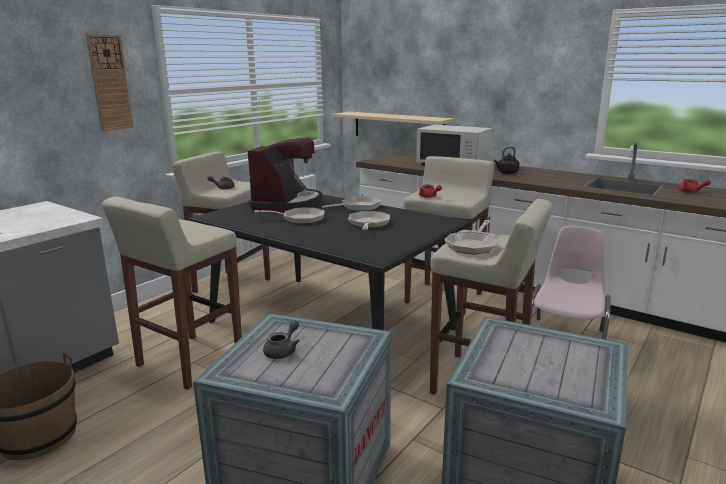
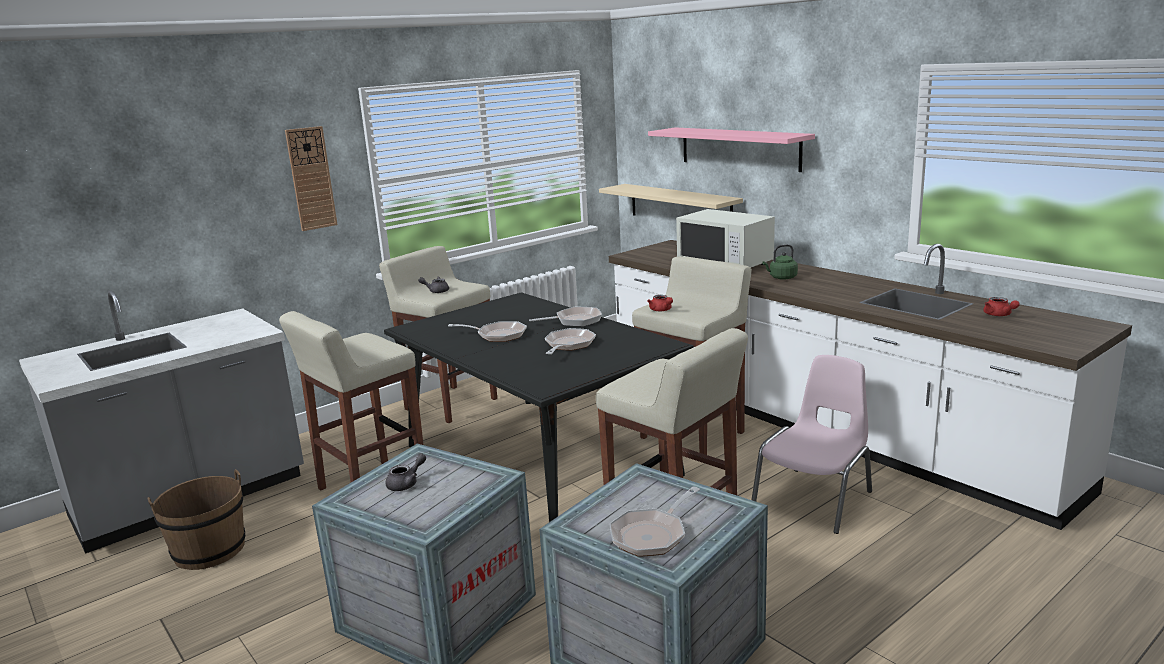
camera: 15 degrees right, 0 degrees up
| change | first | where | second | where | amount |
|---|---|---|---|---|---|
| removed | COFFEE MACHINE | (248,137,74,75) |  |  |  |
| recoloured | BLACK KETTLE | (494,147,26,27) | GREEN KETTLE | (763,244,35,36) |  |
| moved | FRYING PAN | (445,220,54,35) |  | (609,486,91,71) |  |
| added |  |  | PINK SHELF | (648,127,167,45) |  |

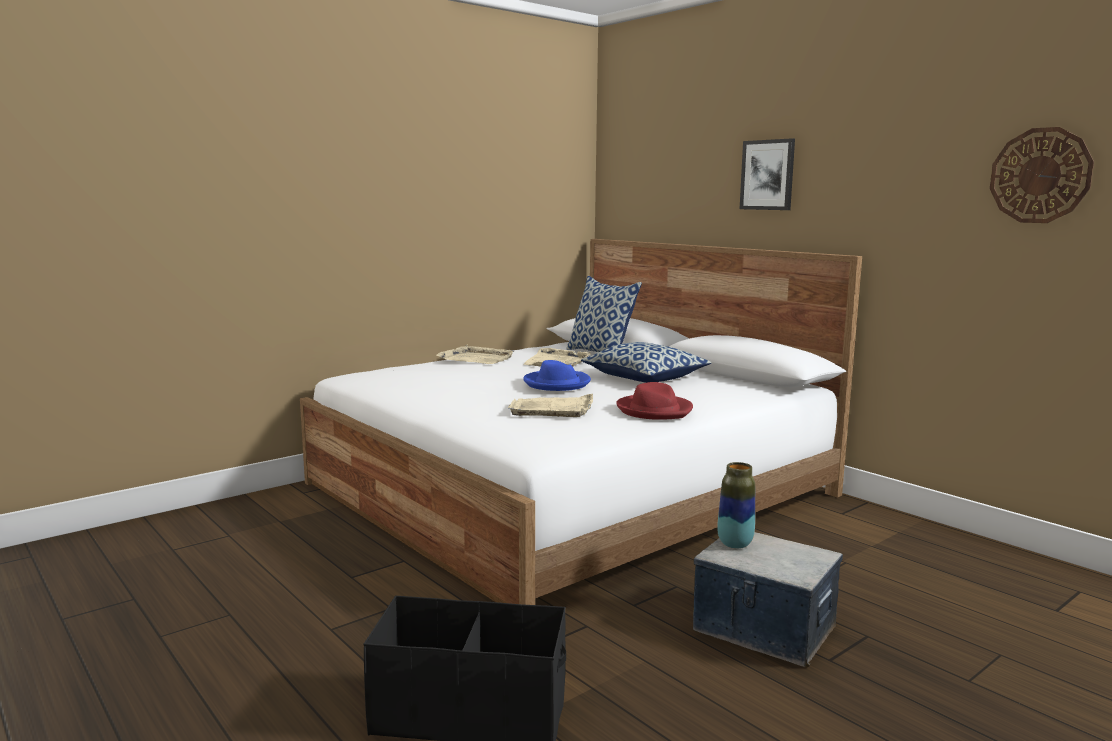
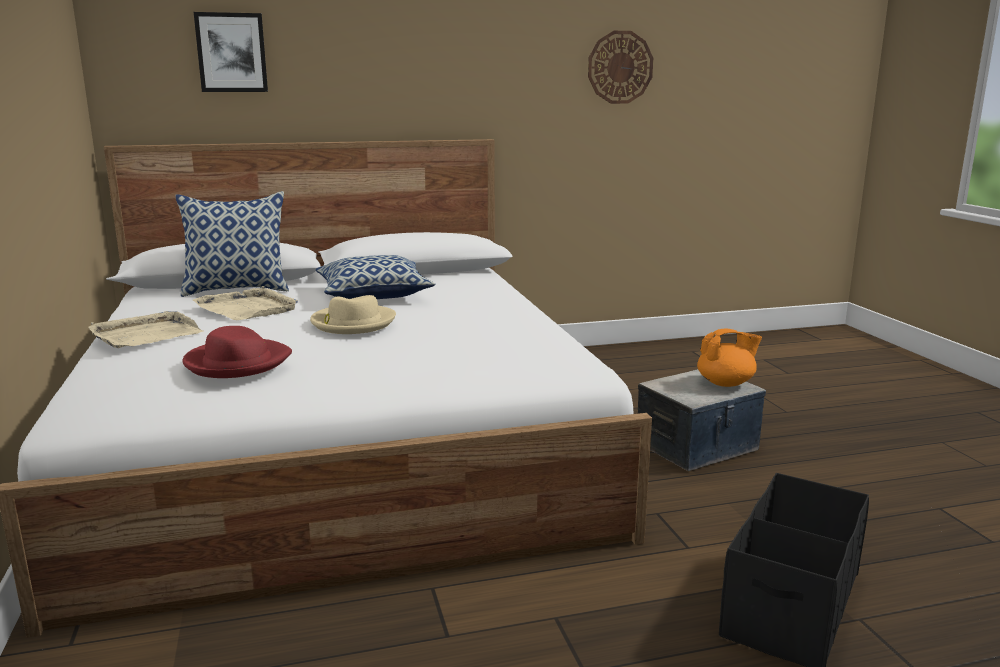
camera: 65 degrees left, 5 degrees up
| change | first | where | second | where | amount |
|---|---|---|---|---|---|
| moved | PICTURE | (740,138,55,72) |  | (194,12,74,80) |  |
| recoloured | BLUE HAT | (523,360,68,31) | BEIGE HAT | (310,295,86,39) |  |
| moved | RED HAT | (616,382,77,38) |  | (183,326,109,52) |  |
| removed | BEIGE TRAY | (508,393,85,24) |  |  |  |
| removed | VASE | (717,462,38,87) |  |  |  |
| added |  |  | ORANGE TEAPOT | (697,328,65,59) |  |

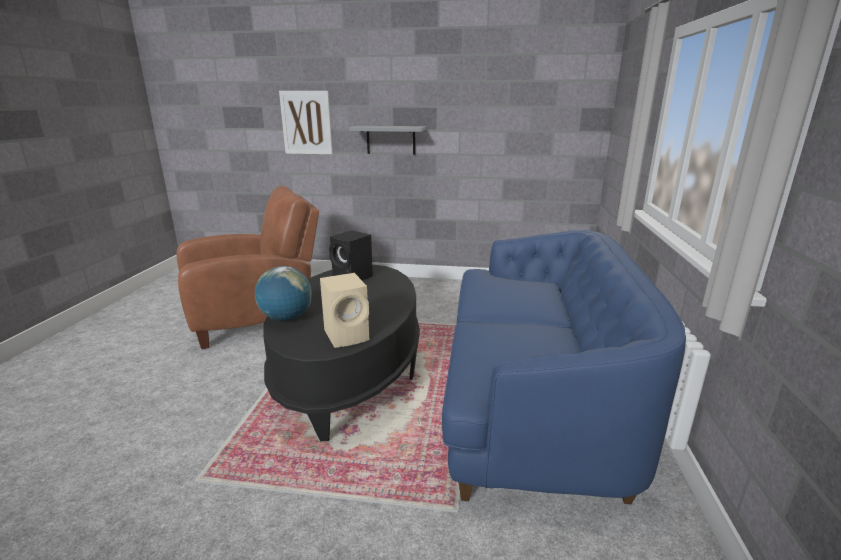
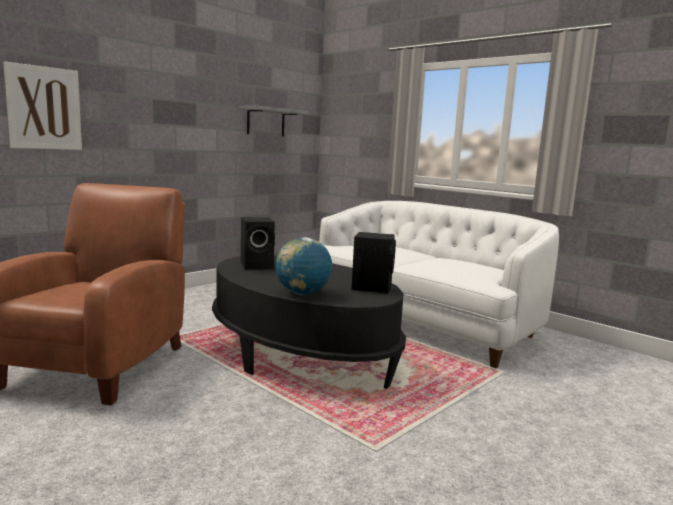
camera: 55 degrees left, 10 degrees down
| change | first | where | second | where | amount |
|---|---|---|---|---|---|
| moved | GREY SHELF | (349,126,76,29) |  | (239,106,69,30) |  |
| recoloured | BLUE SOFA | (442,230,244,274) | WHITE SOFA | (319,201,240,167) |  |
| recoloured | BEIGE SPEAKER | (320,273,49,75) | BLACK SPEAKER | (351,232,45,61) |  |

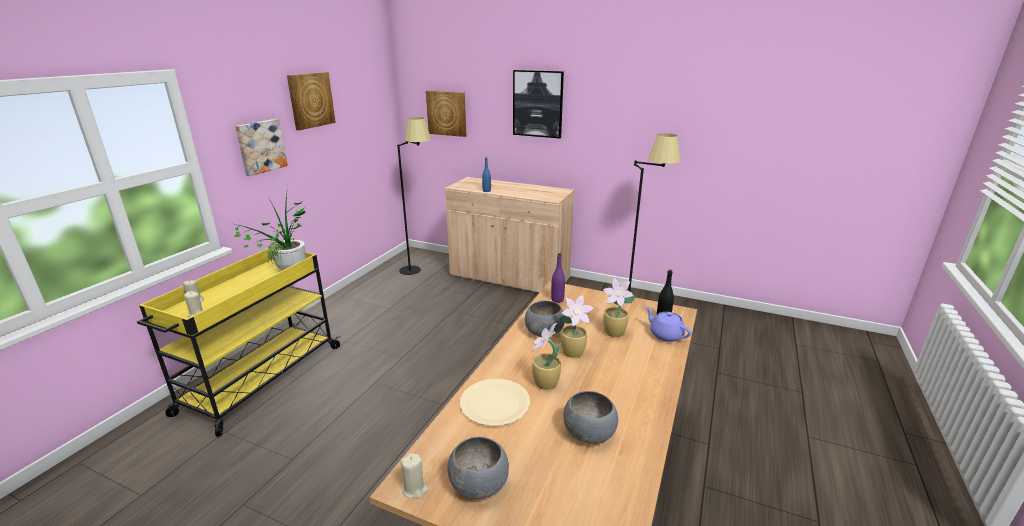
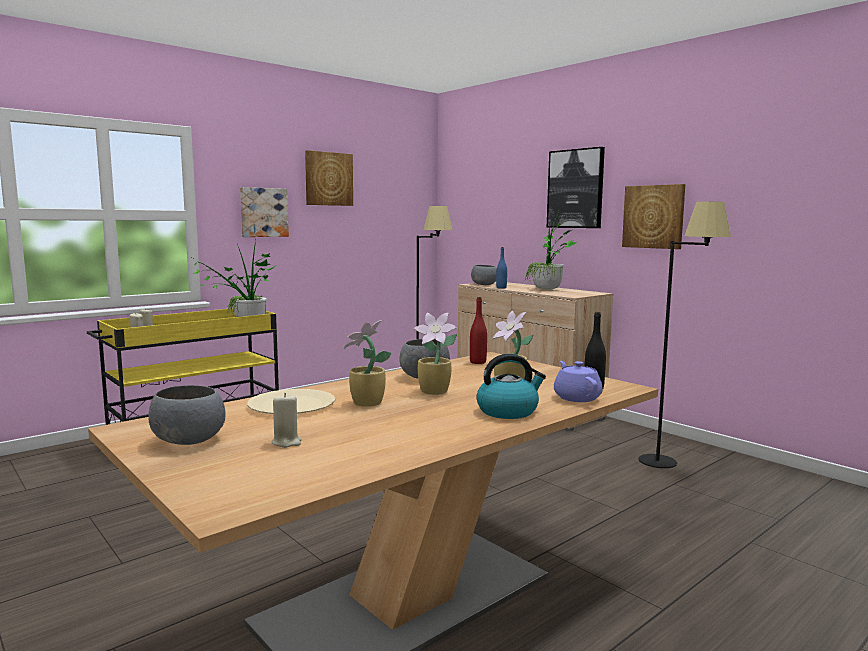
camera: 25 degrees right, 15 degrees down
| change | first | where | second | where | amount |
|---|---|---|---|---|---|
| moved | PICTURE | (426,91,40,46) |  | (622,184,63,65) |  |
| recoloured | PURPLE BOTTLE | (551,253,14,50) | RED BOTTLE | (470,297,17,67) |  |
| moved | GREY BOWL | (563,391,55,53) |  | (471,265,26,20) |  |
| moved | BEIGE CANDLE | (401,453,28,45) |  | (272,393,29,55) |  |
| added |  |  | POTTED PLANT | (524,211,52,79) |  |
| added |  |  | KETTLE | (476,354,70,65) |  |

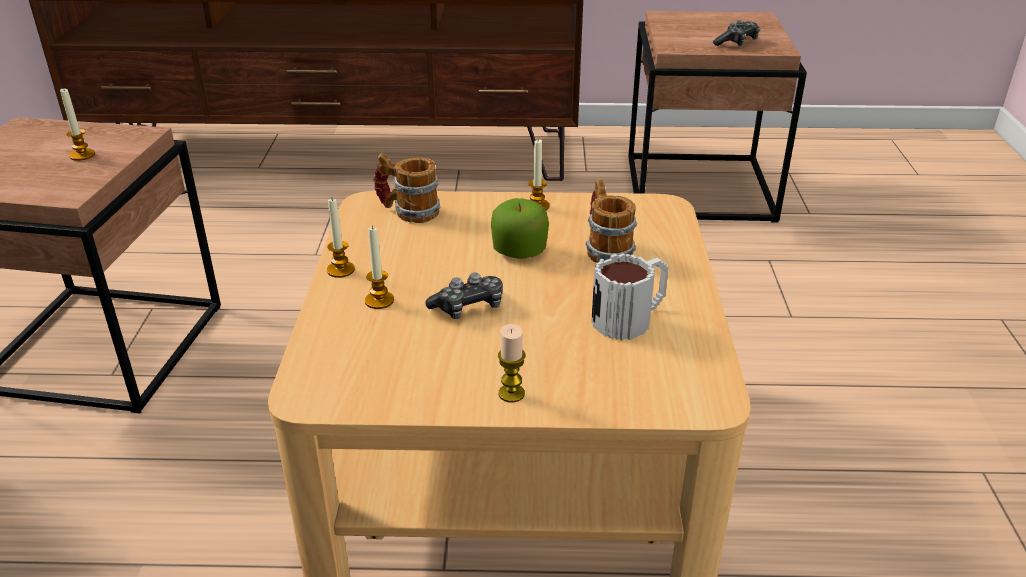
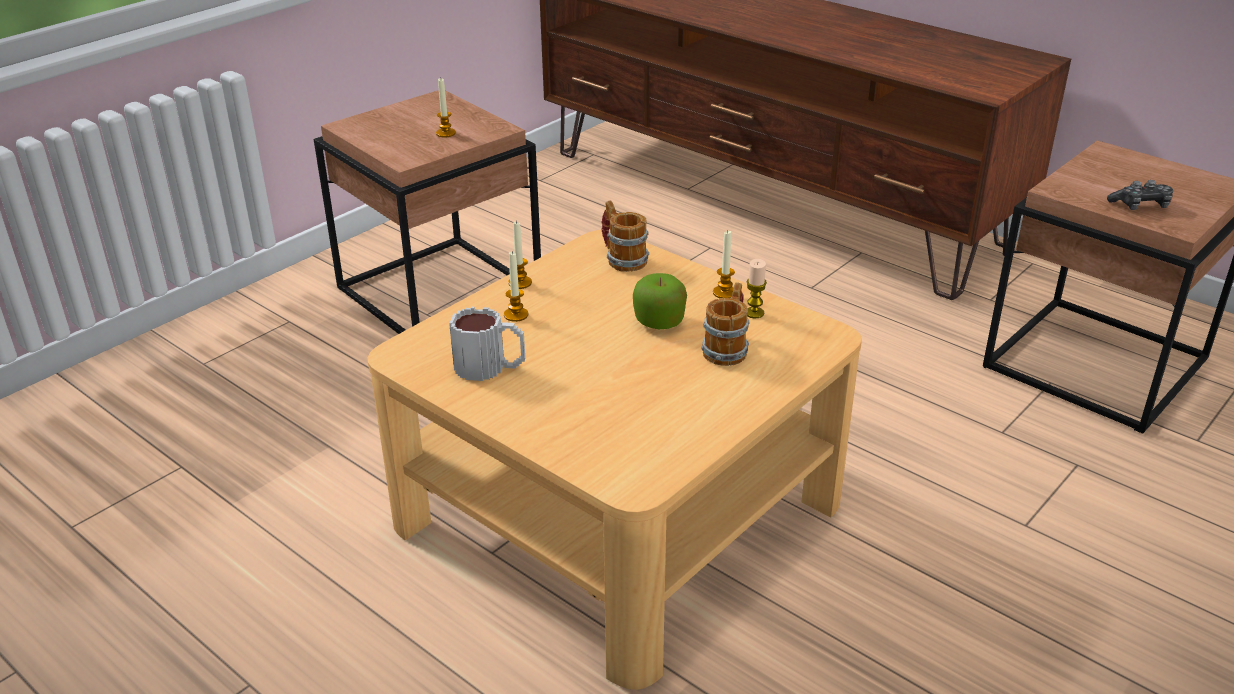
camera: 40 degrees right, 0 degrees up
| change | first | where | second | where | amount |
|---|---|---|---|---|---|
| moved | MUG | (591,253,78,87) |  | (449,307,76,74) |  |
| removed | GAME CONTROLLER | (426,273,77,46) |  |  |  |
| moved | CANDLE | (498,324,27,79) |  | (746,259,21,59) |  |

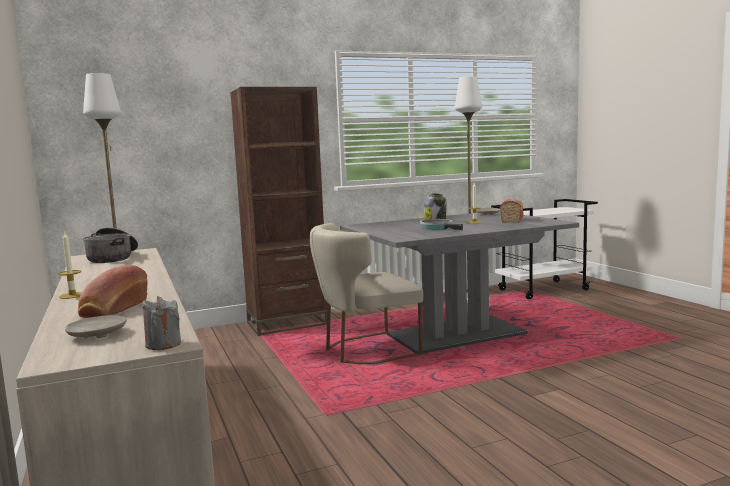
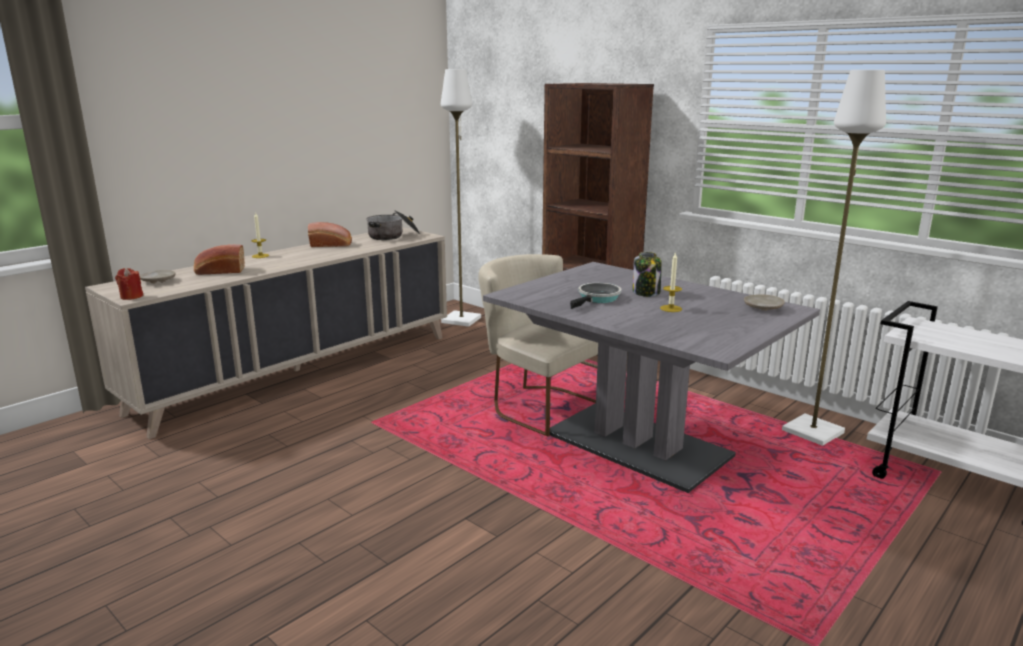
camera: 65 degrees right, 10 degrees up
| change | first | where | second | where | amount |
|---|---|---|---|---|---|
| moved | BREAD | (500,199,23,24) |  | (308,222,44,25) |  |
| recoloured | GREY CANDLE | (142,296,39,54) | RED CANDLE | (115,268,28,32) |  |

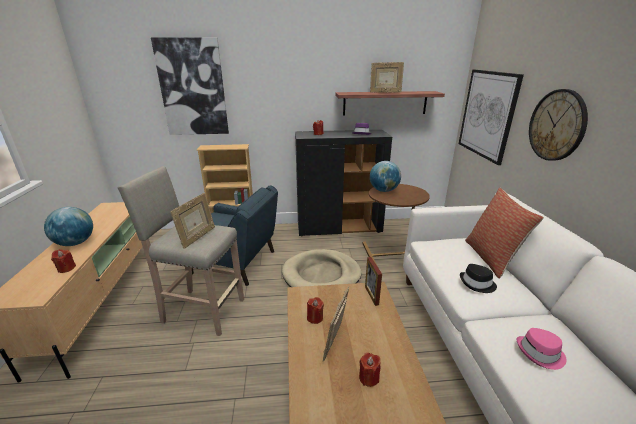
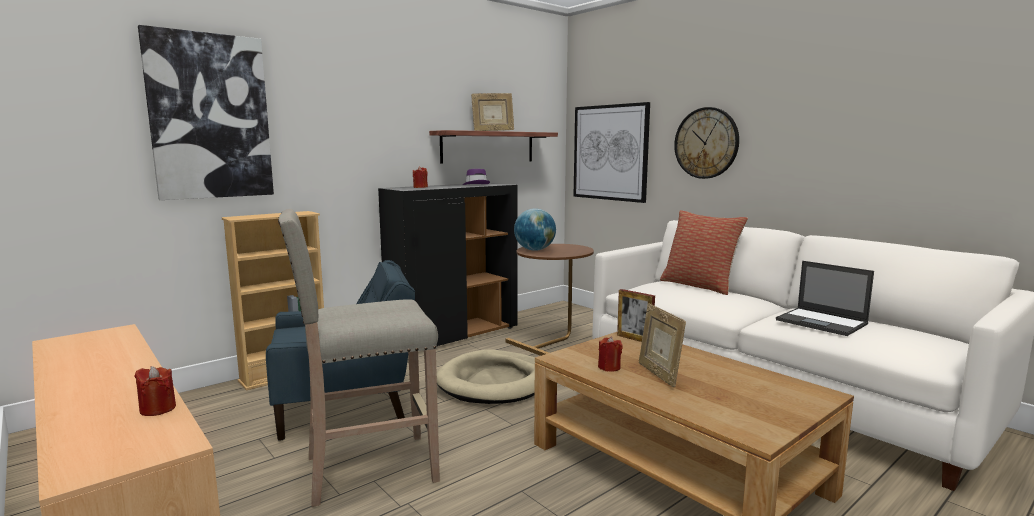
camera: 35 degrees left, 15 degrees down
| change | first | where | second | where | amount |
|---|---|---|---|---|---|
| removed | PICTURE FRAME | (170,193,45,56) |  |  |  |
| removed | GLOBE | (44,207,49,39) |  |  |  |
| removed | BLACK HAT | (460,264,37,29) |  |  |  |
| replaced | PINK HAT | (517,328,50,42) | LAPTOP | (776,261,98,75) |  |
| removed | RED CANDLE | (359,353,22,34) |  |  |  |

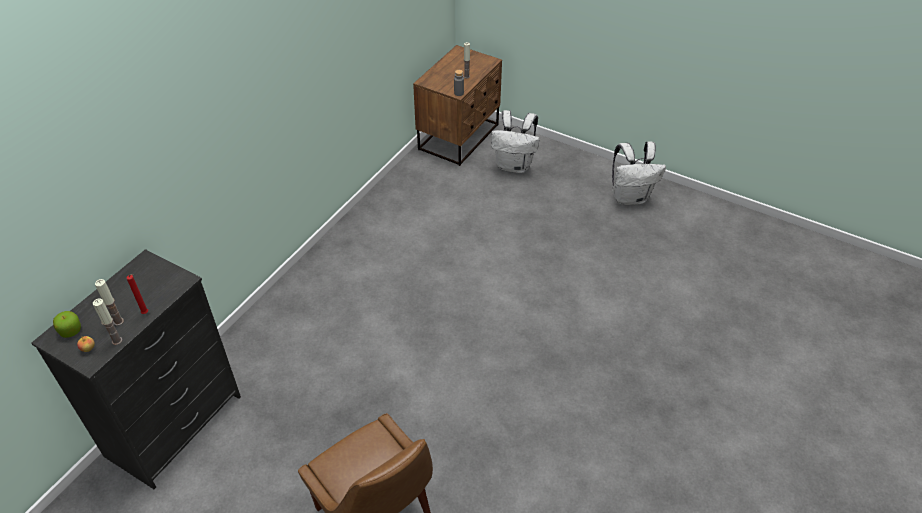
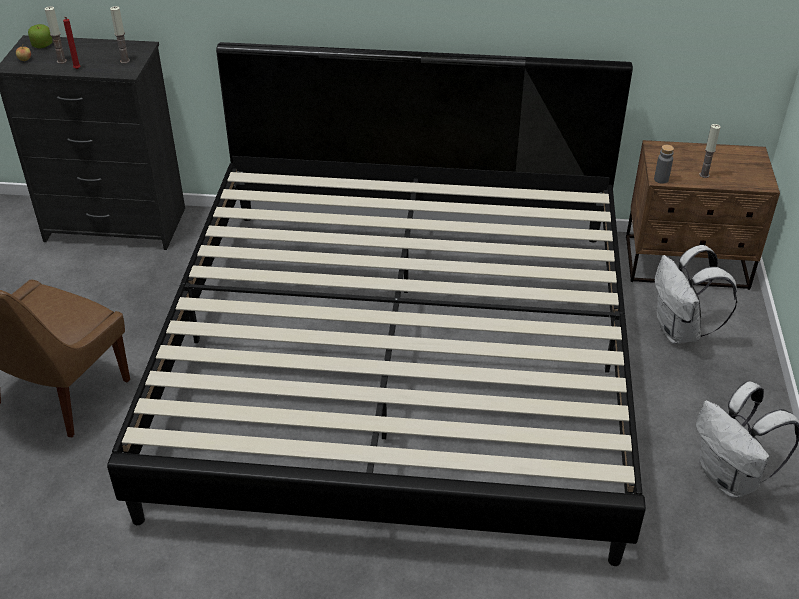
camera: 65 degrees right, 5 degrees down
| change | first | where | second | where | amount |
|---|---|---|---|---|---|
| moved | CANDLE | (93,299,29,46) |  | (110,6,20,58) |  |
| added |  |  | BED | (107,42,539,524) |  |

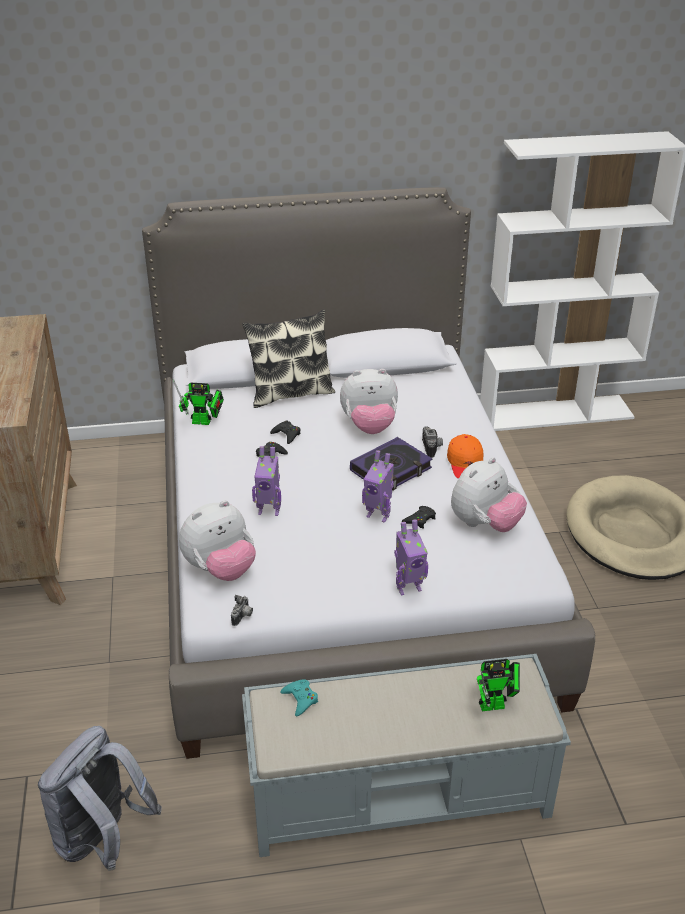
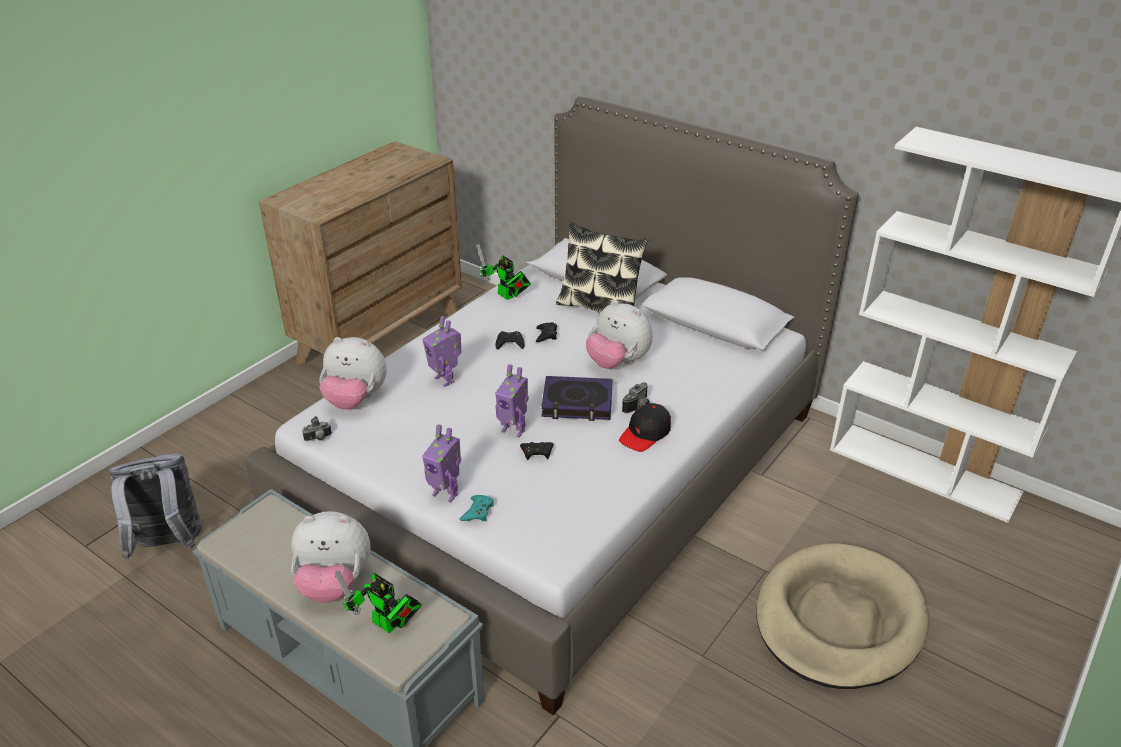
camera: 45 degrees right, 0 degrees up
| change | first | where | second | where | amount |
|---|---|---|---|---|---|
| recoloured | ORANGE CAP | (447,434,36,45) | BLACK CAP | (619,403,52,49) |  |
| turned | TOY ROBOT | (362,450,32,73) |  | (495,364,34,73) | 45 degrees counterclockwise |
| moved | PLUSH TOY | (451,457,76,75) |  | (291,511,79,92) |  |
| moved | TURQUOISE GAME CONTROLLER | (280,679,38,37) |  | (460,495,34,26) |  |

